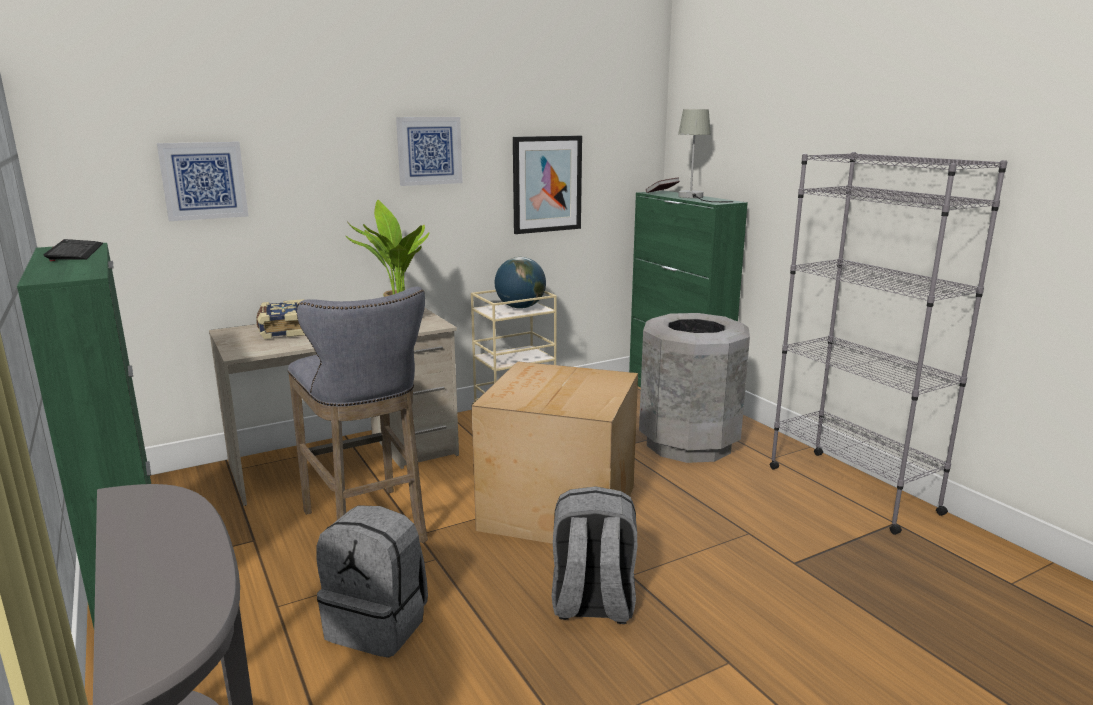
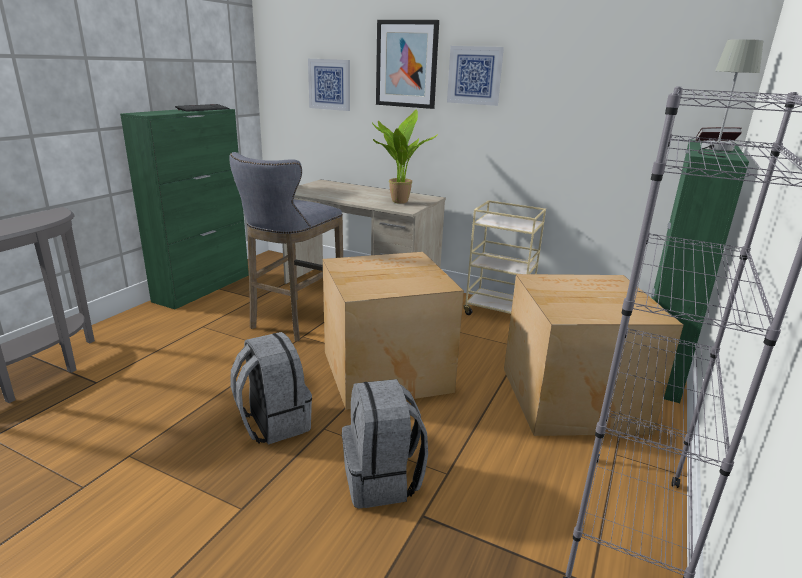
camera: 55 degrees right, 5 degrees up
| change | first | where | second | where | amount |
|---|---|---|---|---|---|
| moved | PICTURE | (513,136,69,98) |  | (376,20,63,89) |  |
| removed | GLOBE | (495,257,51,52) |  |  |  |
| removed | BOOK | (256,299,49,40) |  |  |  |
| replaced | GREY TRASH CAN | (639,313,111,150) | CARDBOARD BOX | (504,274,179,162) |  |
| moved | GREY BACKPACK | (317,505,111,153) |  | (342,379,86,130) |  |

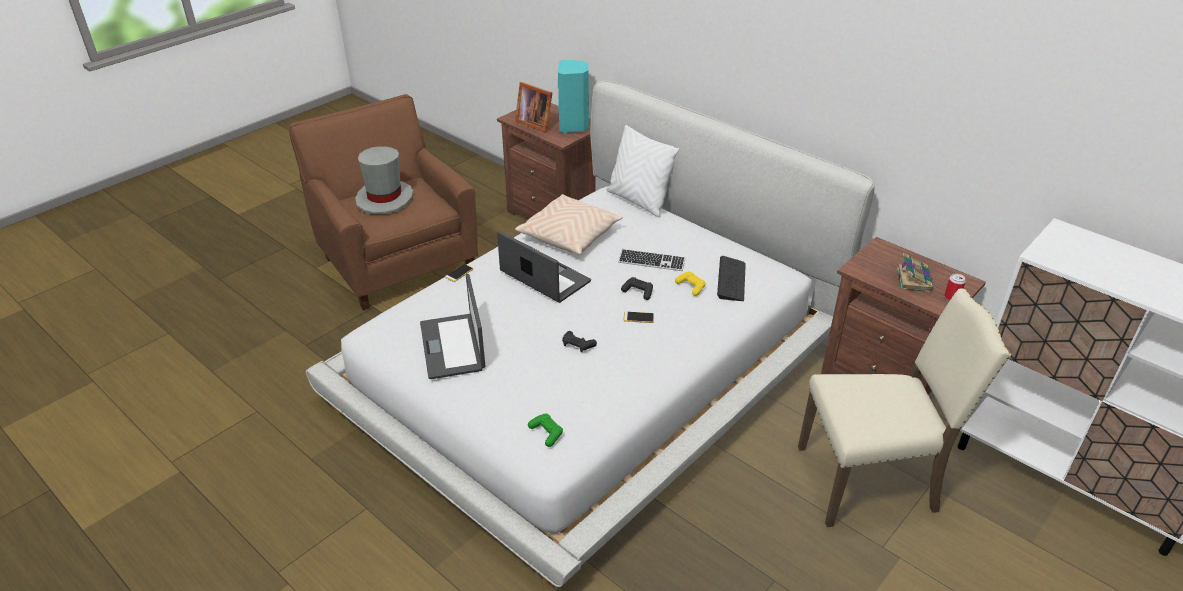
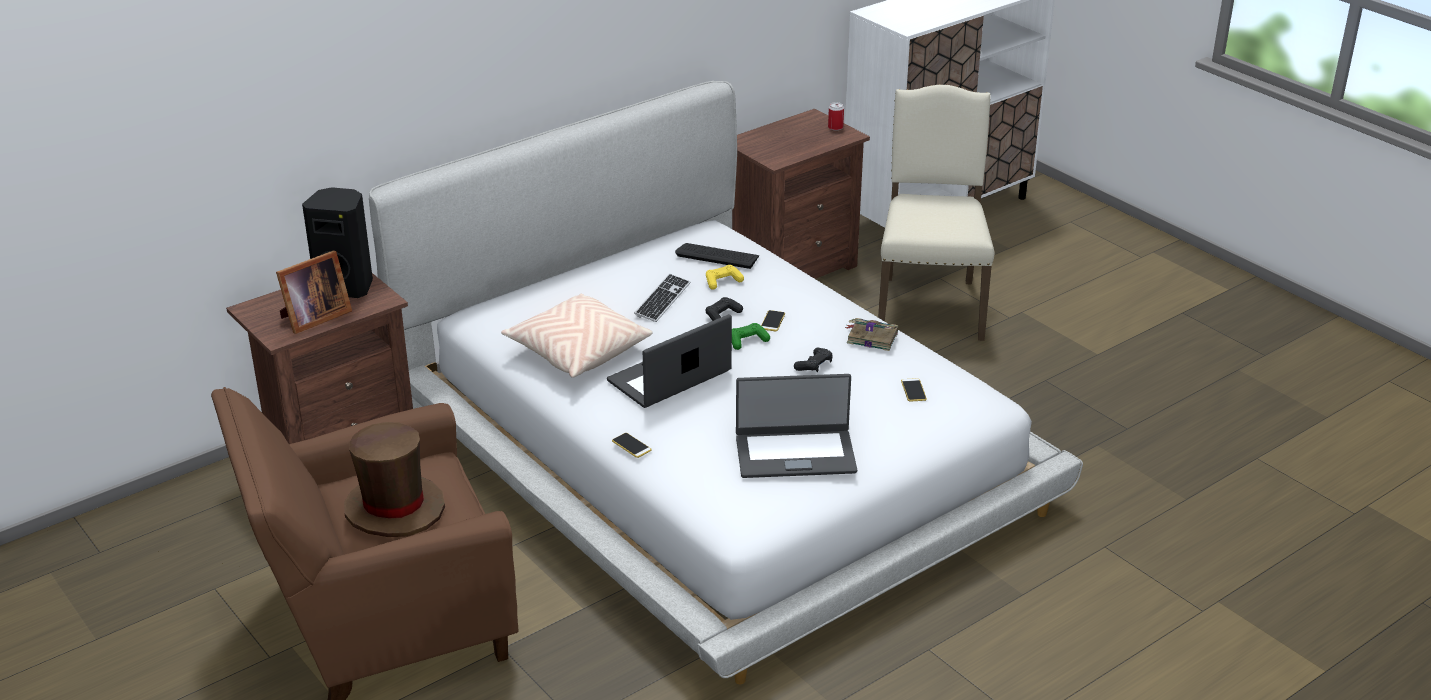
camera: 80 degrees left, 5 degrees down
| change | first | where | second | where | amount |
|---|---|---|---|---|---|
| recoloured | TURQUOISE SPEAKER | (558,60,31,73) | BLACK SPEAKER | (302,187,71,111) |  |
| removed | WHITE PILLOW | (606,125,74,92) |  |  |  |
| recoloured | GREY HAT | (355,146,58,69) | BROWN HAT | (344,422,101,115) |  |
| moved | BOOK | (896,253,37,39) |  | (845,318,53,33) |  |
| moved | GREEN GAME CONTROLLER | (528,413,35,34) |  | (732,323,38,27) |  |
| added |  |  | PHONE | (901,378,26,24) |  |

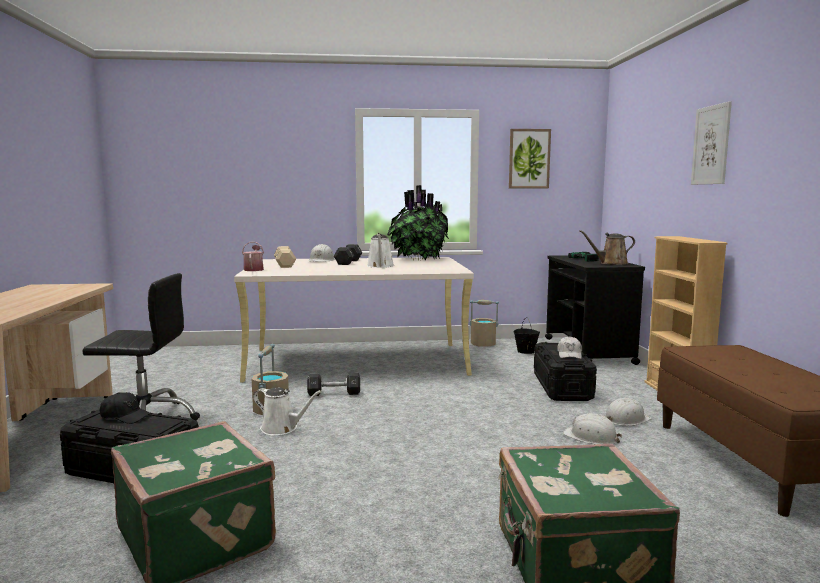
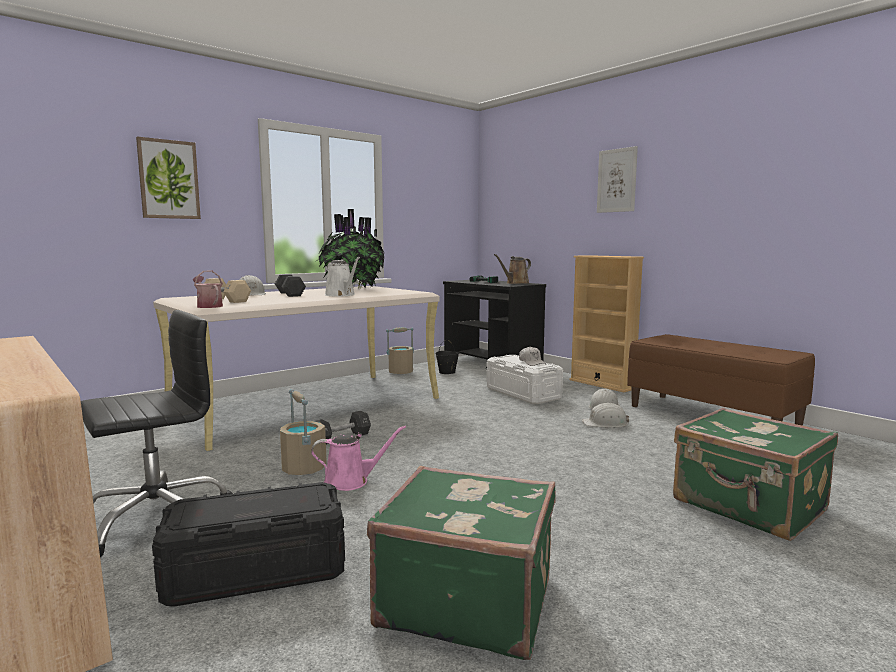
camera: 35 degrees left, 0 degrees up
| change | first | where | second | where | amount |
|---|---|---|---|---|---|
| moved | PICTURE | (509,129,42,59) |  | (136,136,65,83) |  |
| recoloured | BLACK STORAGE BOX | (534,342,63,59) | WHITE STORAGE BOX | (486,355,77,49) |  |
| recoloured | WHITE WATERING CAN | (253,387,69,49) | PINK WATERING CAN | (311,425,95,66) |  |
| removed | BLACK CAP | (100,392,52,32) |  |  |  |

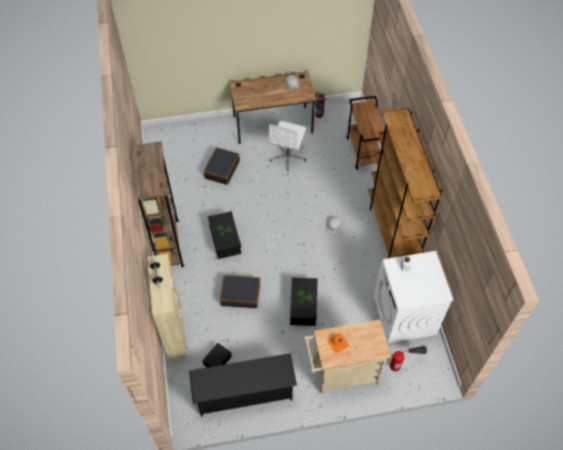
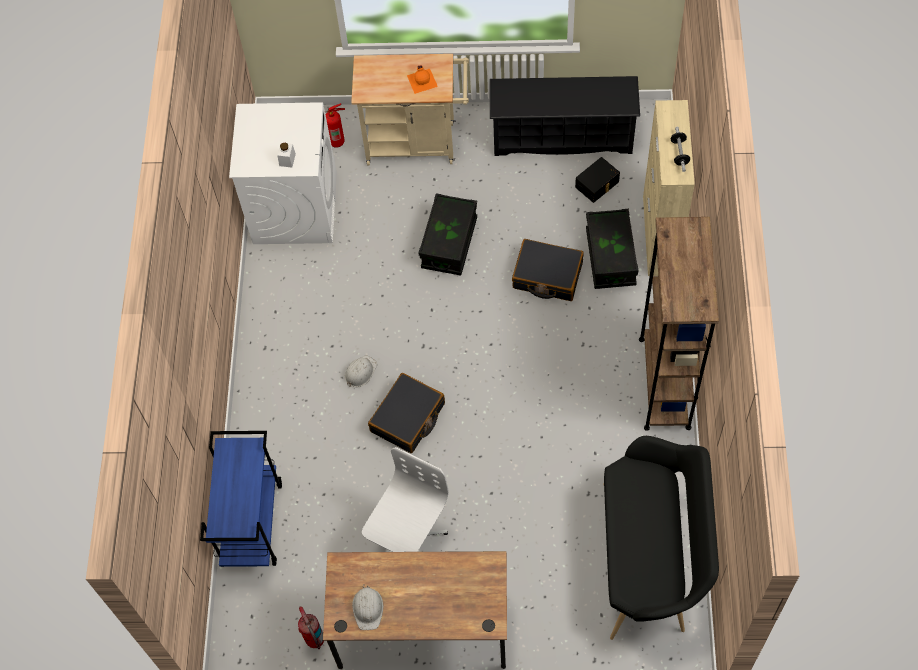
camera: 165 degrees left, 5 degrees up
| change | first | where | second | where | amount |
|---|---|---|---|---|---|
| recoloured | BROWN CART | (346,96,42,74) | BLUE CART | (200,431,82,136) |  |
| removed | BROWN BOOKCASE | (368,108,75,150) |  |  |  |
| moved | BLACK SUITCASE | (204,147,36,38) |  | (368,373,77,80) |  |
| moved | BLACK STORAGE BOX | (208,211,33,48) |  | (586,209,53,80) |  |
| added |  |  | BLACK BENCH | (604,436,115,204) |  |

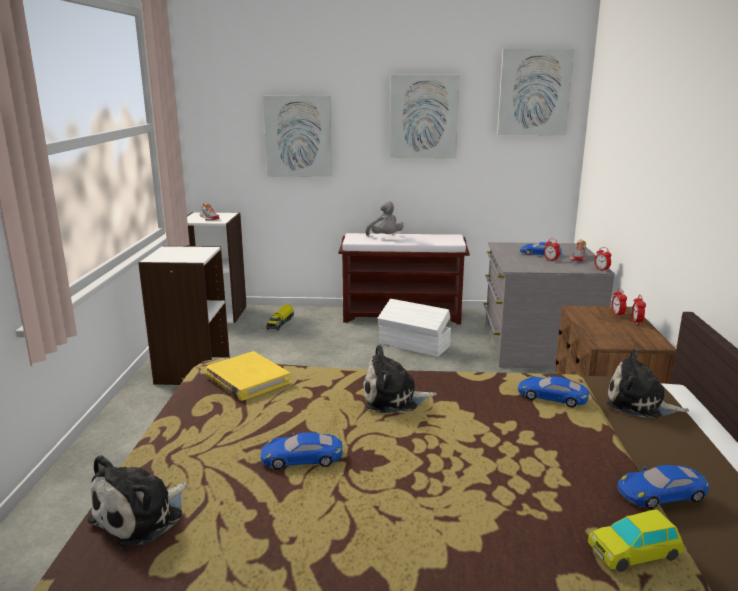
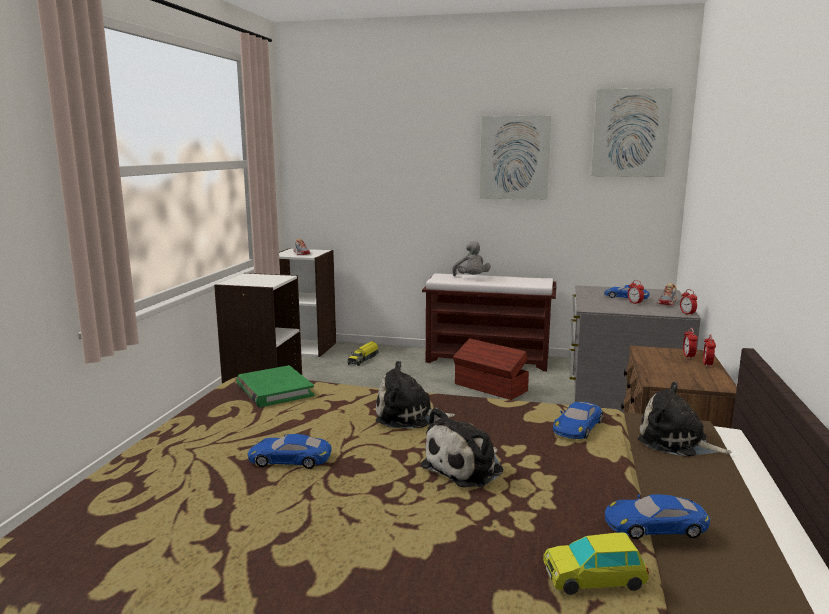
camera: 10 degrees right, 5 degrees down
| change | first | where | second | where | amount |
|---|---|---|---|---|---|
| removed | PICTURE | (263,96,69,81) |  |  |  |
| recoloured | WHITE STORAGE BOX | (377,299,74,58) | BROWN STORAGE BOX | (453,338,76,62) |  |
| recoloured | YELLOW BOOK | (205,351,86,50) | GREEN BOOK | (236,365,78,42) |  |
| turned | BLUE TOY CAR | (518,376,71,31) |  | (553,402,50,37) | 90 degrees counterclockwise |
| moved | PLUSH TOY | (87,455,100,93) |  | (420,408,84,80) |  |

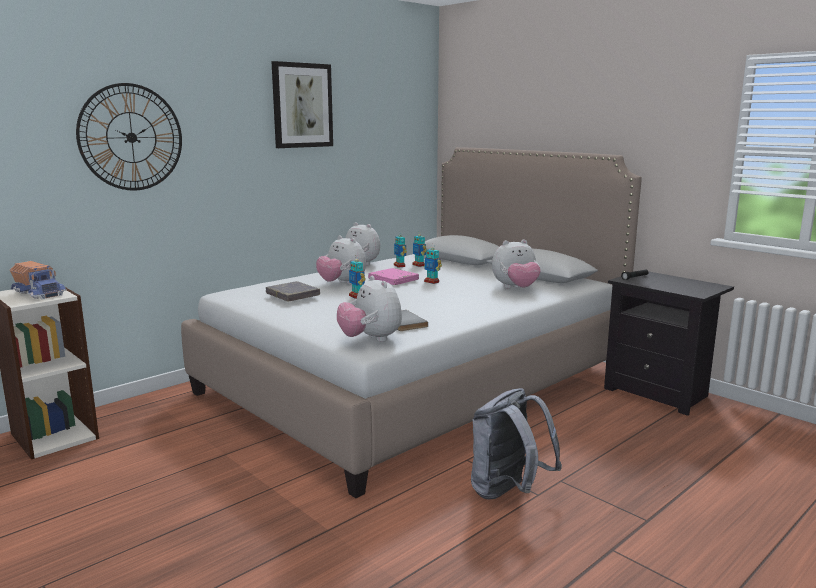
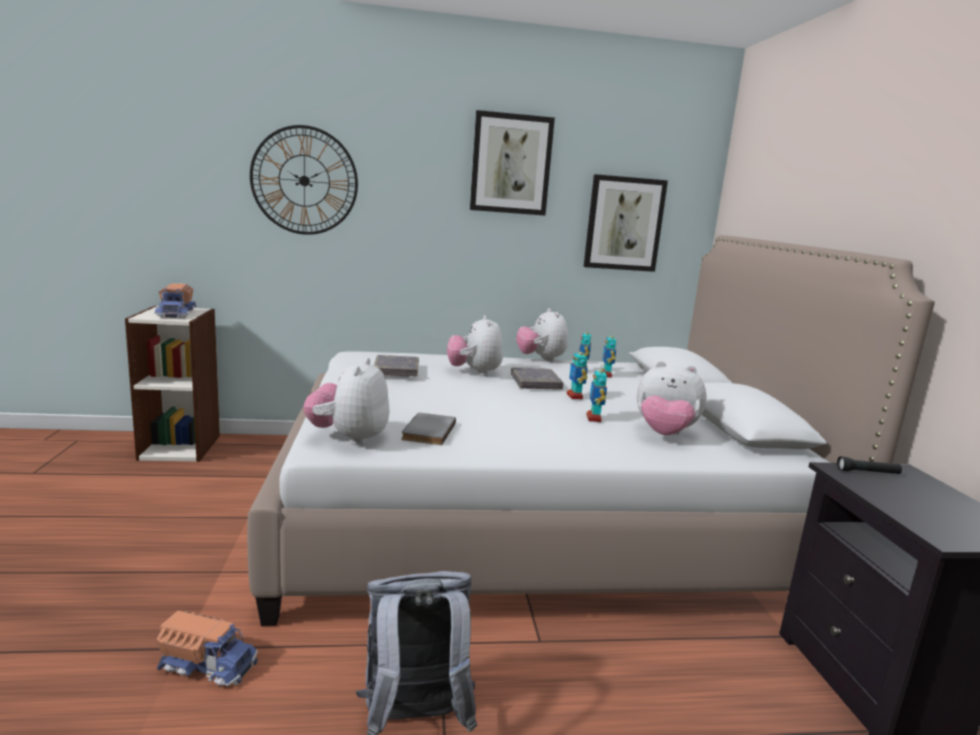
camera: 35 degrees right, 0 degrees up
| change | first | where | second | where | amount |
|---|---|---|---|---|---|
| moved | TOY ROBOT | (349,256,17,43) |  | (587,364,20,58) |  |
| recoloured | PINK BOOK | (368,268,51,17) | GREY BOOK | (511,368,52,21) |  |
| added |  |  | PICTURE | (583,174,85,98) |  |
| added |  |  | TOY TRUCK | (156,611,102,75) |  |

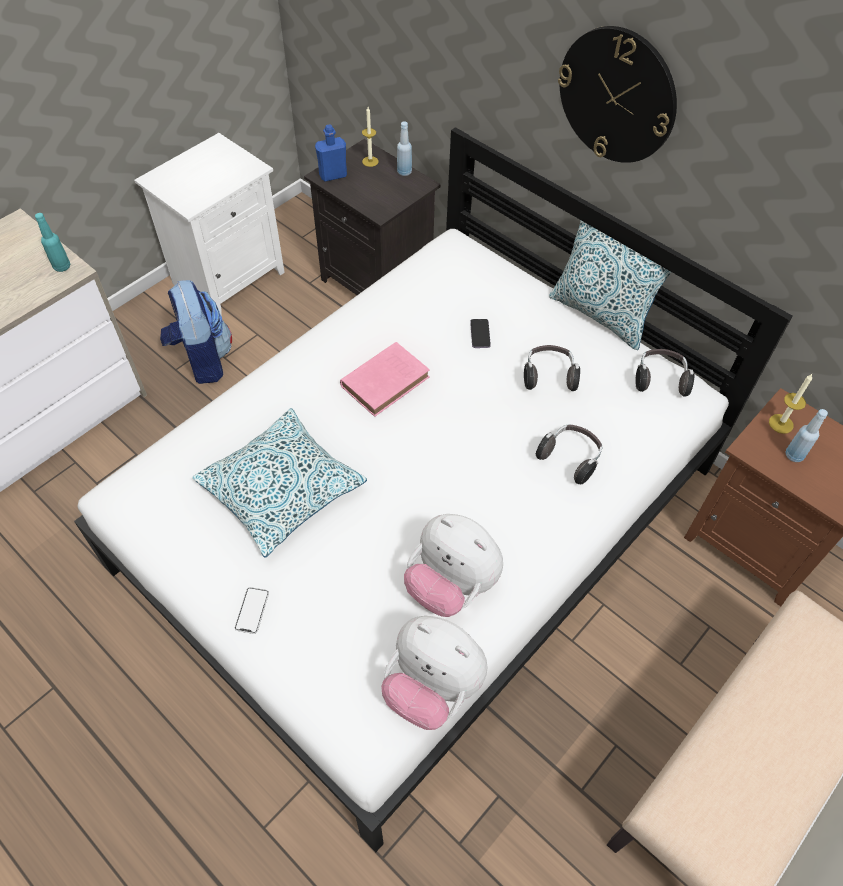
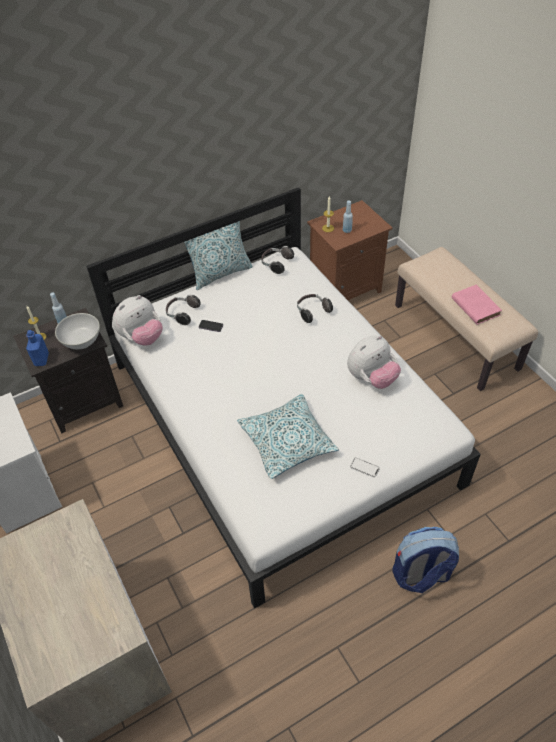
camera: 70 degrees left, 5 degrees down
| change | first | where | second | where | amount |
|---|---|---|---|---|---|
| removed | WALL CLOCK | (558,26,119,137) |  |  |  |
| removed | TURQUOISE BOTTLE | (35,213,35,59) |  |  |  |
| moved | BACKPACK | (160,280,72,104) |  | (392,527,67,66) |  |
| moved | PINK BOOK | (340,342,90,75) |  | (452,285,50,40) |  |
| moved | HEADPHONES | (524,345,56,46) |  | (166,294,35,31) |  |
| moved | PLUSH TOY | (381,616,106,114) |  | (112,295,51,51) |  |
| added |  |  | WHITE BOWL | (55,313,45,36) |  |

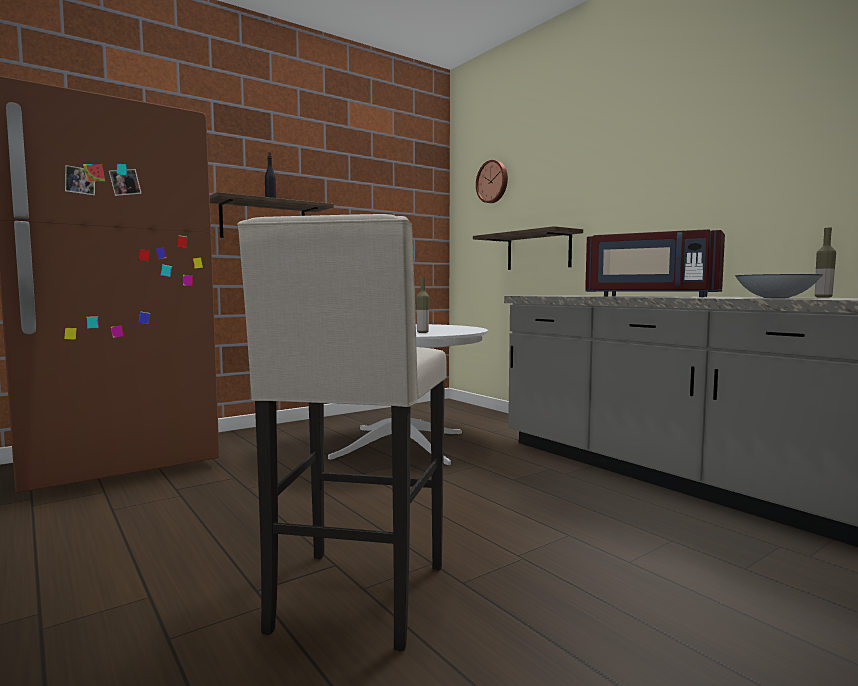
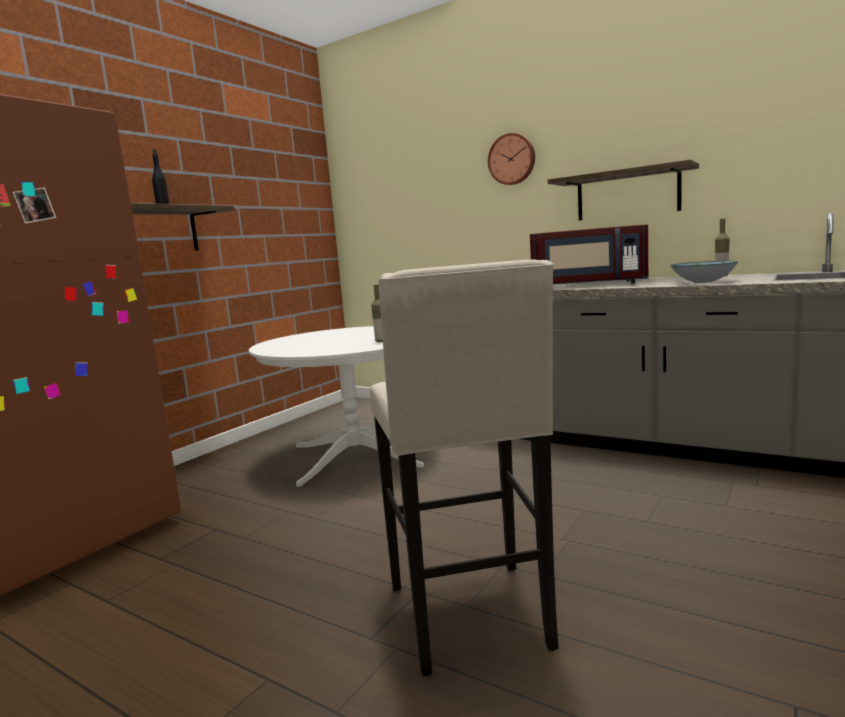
camera: 20 degrees left, 5 degrees up
| change | first | where | second | where | amount |
|---|---|---|---|---|---|
| moved | WALL CLOCK | (476,160,32,43) |  | (488,133,47,52) |  |
| moved | SHELF | (473,226,110,44) |  | (548,159,151,61) |  |

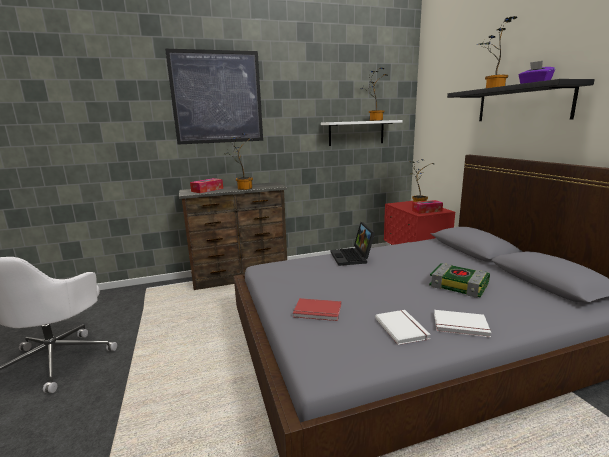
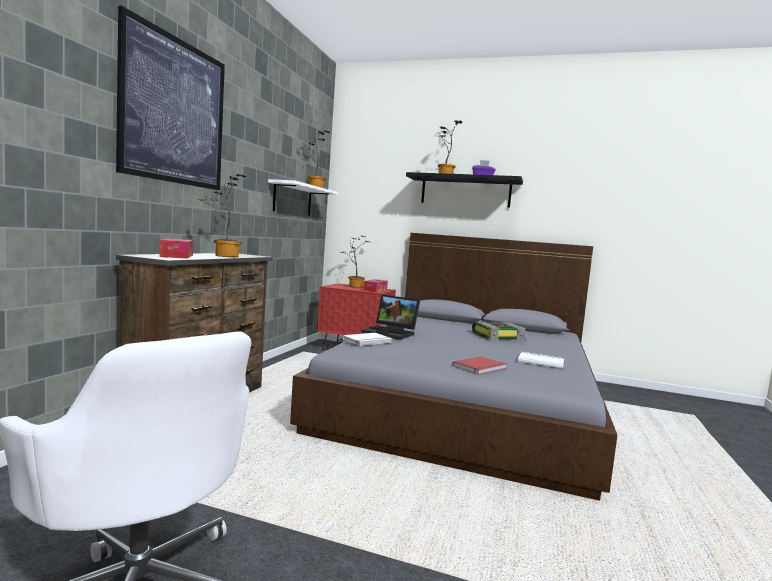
camera: 55 degrees left, 10 degrees down
| change | first | where | second | where | amount |
|---|---|---|---|---|---|
| moved | WHITE BOOK | (434,310,57,27) |  | (343,333,49,13) |  |

